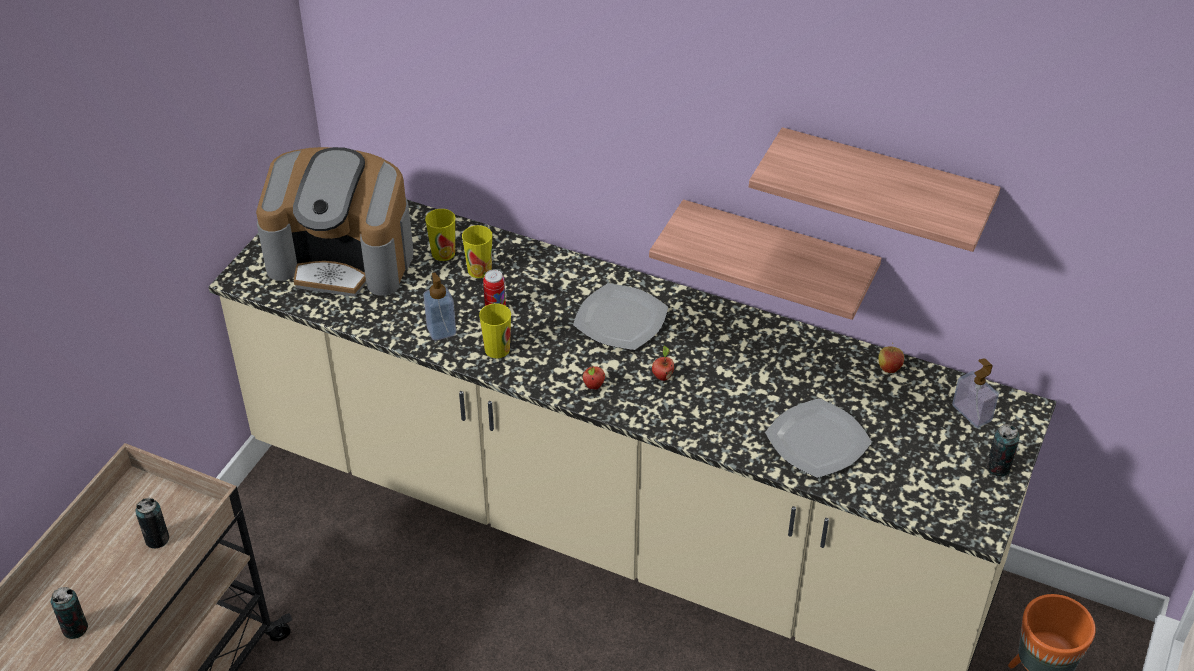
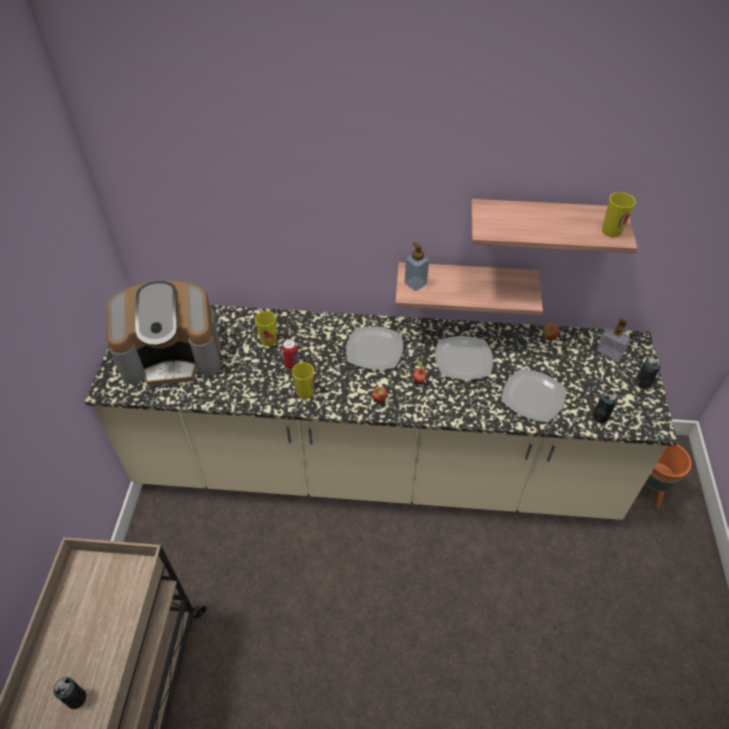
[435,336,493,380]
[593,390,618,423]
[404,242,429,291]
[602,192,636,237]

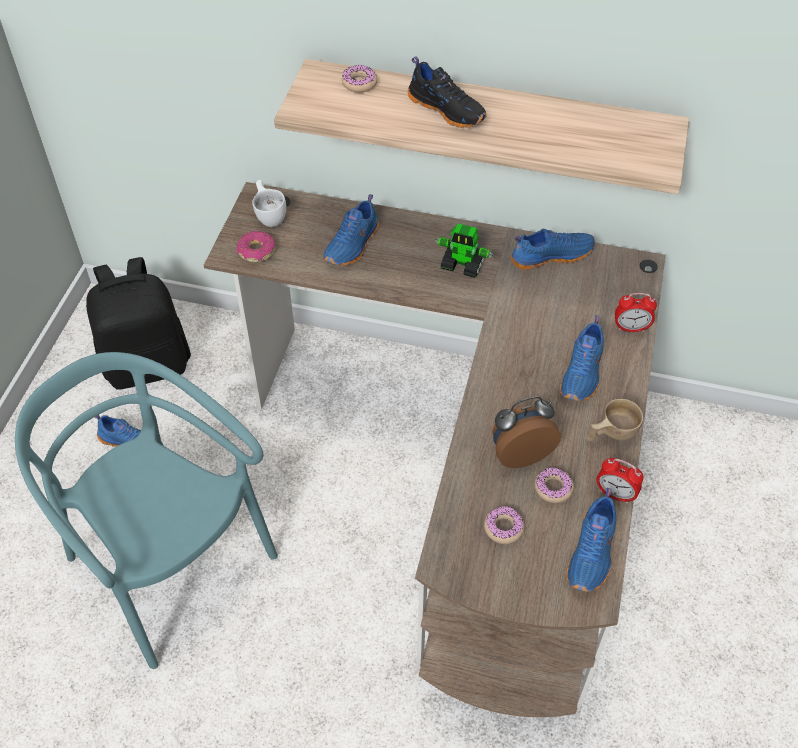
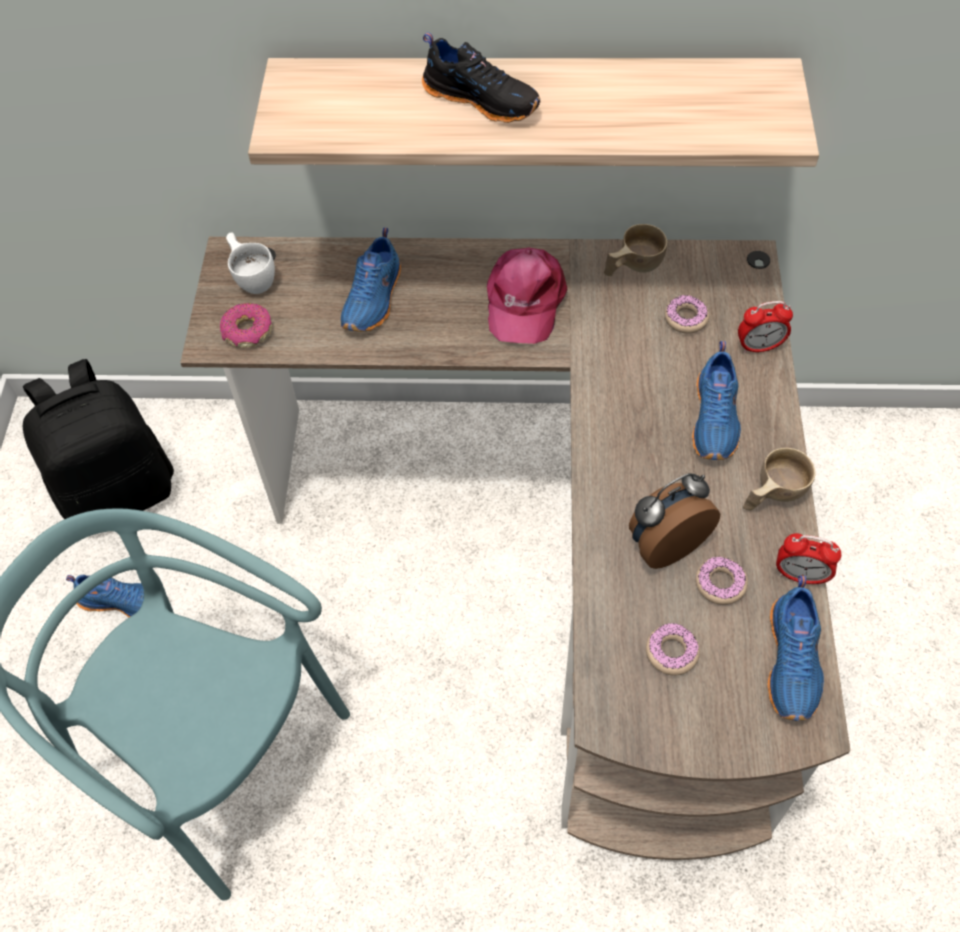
[665,295,710,334]
[487,247,568,344]
[604,224,667,276]

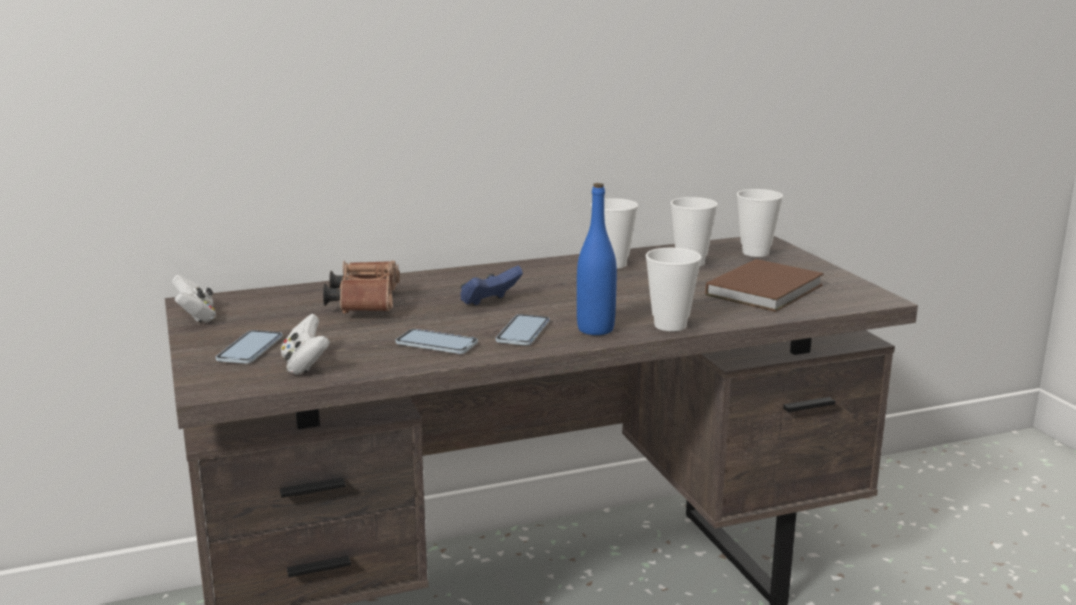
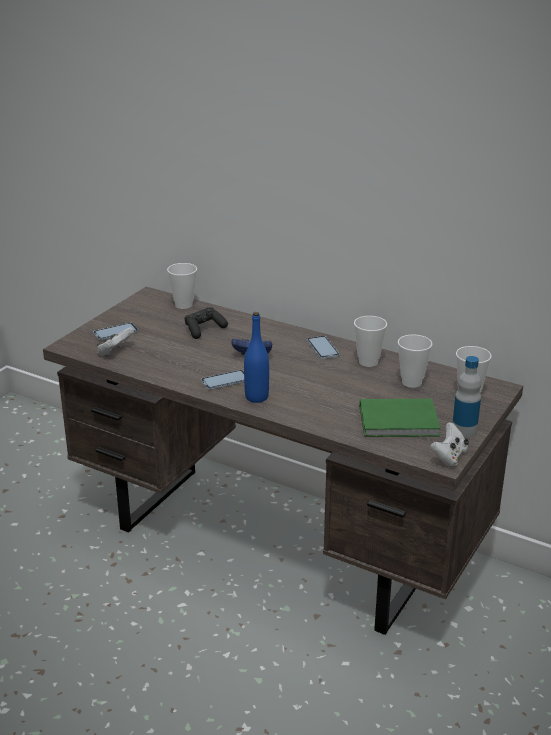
[453,356,482,438]
[430,422,469,466]
[307,336,340,359]
[167,263,197,309]
[185,307,228,339]
[360,399,441,437]

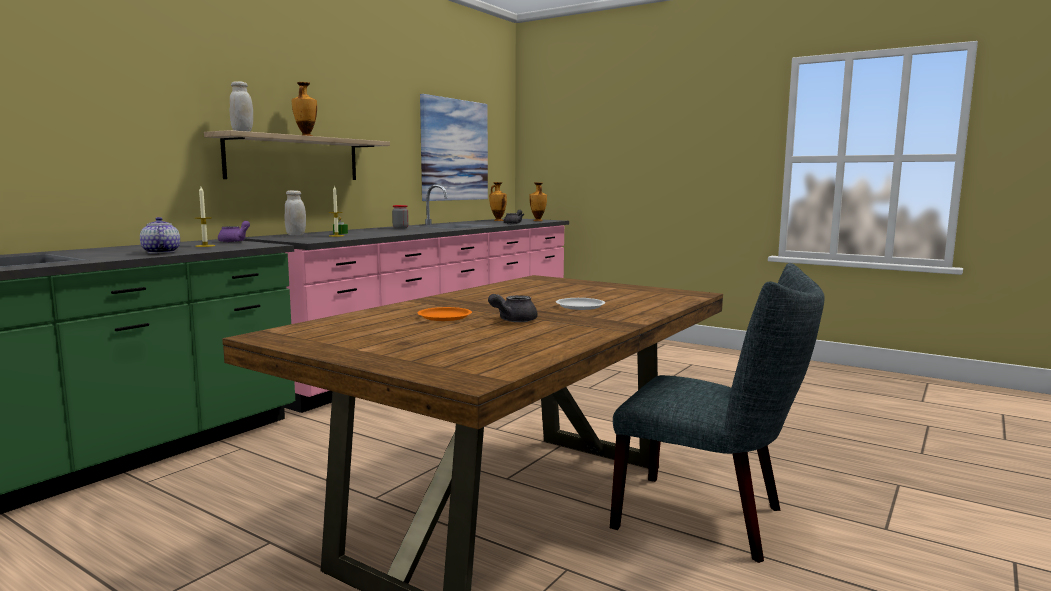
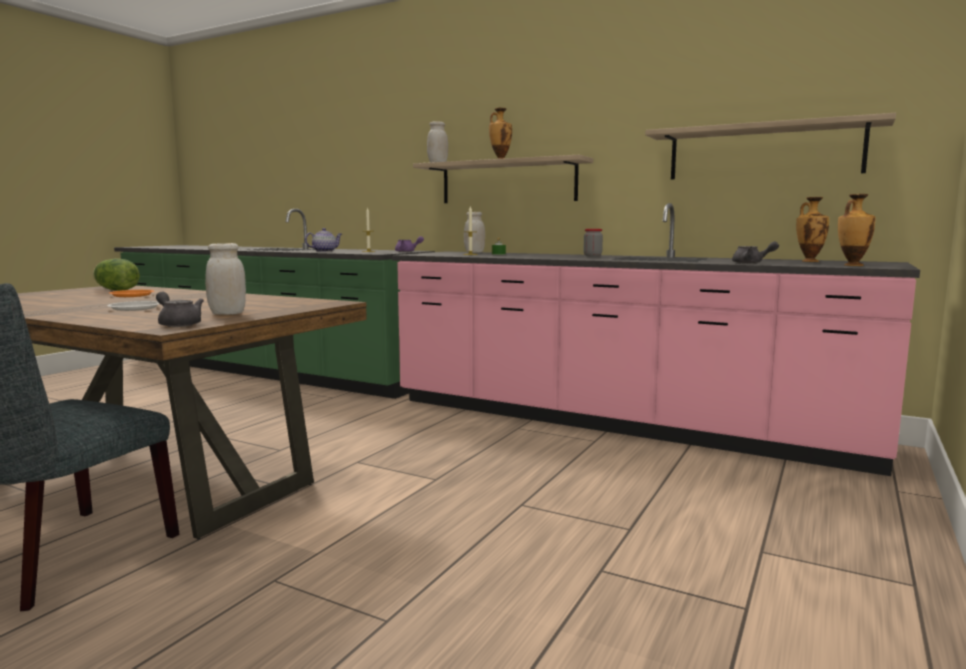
[93,258,140,291]
[205,243,246,315]
[156,291,204,327]
[645,113,896,180]

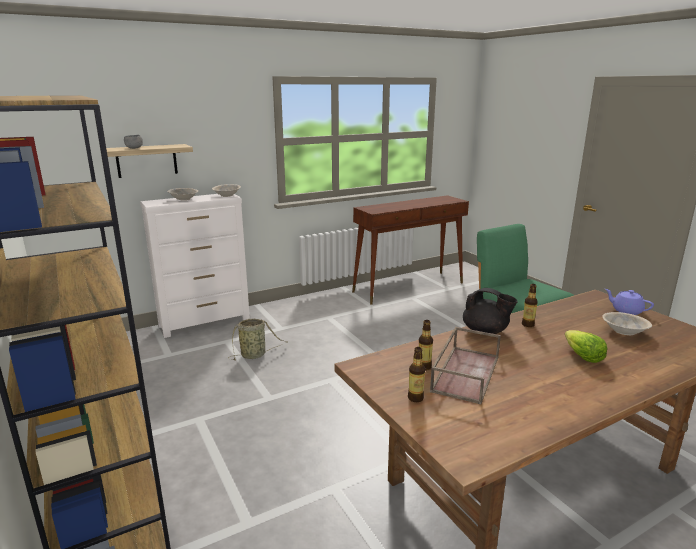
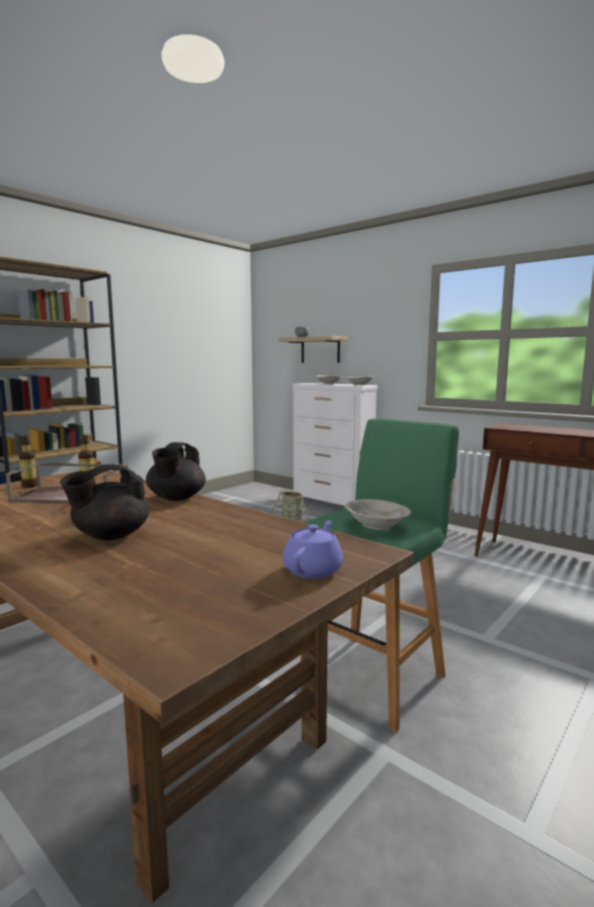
[522,284,538,327] (first image)
[345,499,411,530]
[60,465,149,540]

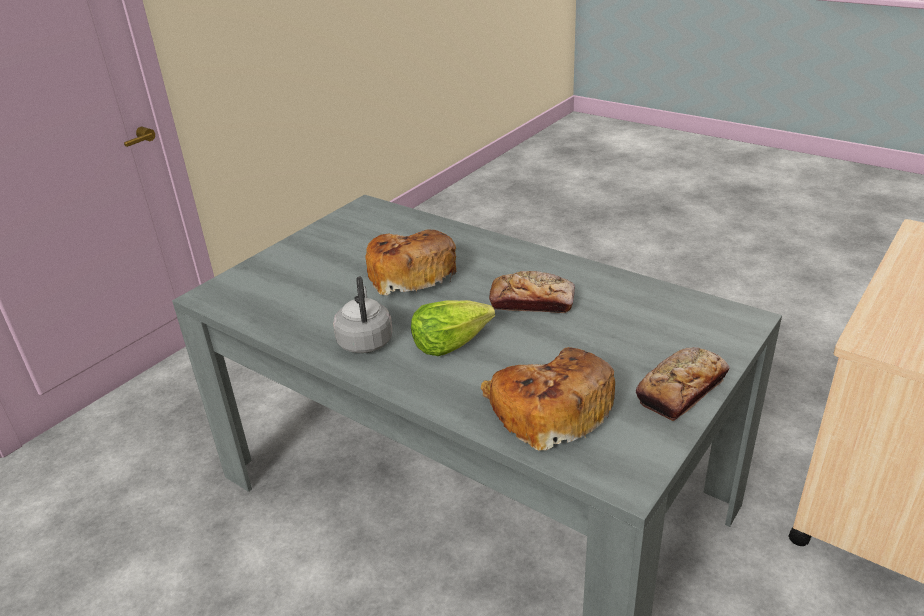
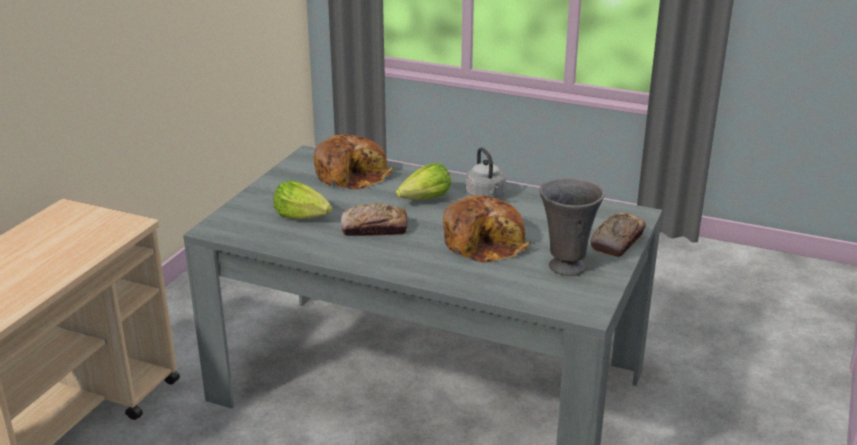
[274,180,332,219]
[540,178,605,276]
[590,212,646,257]

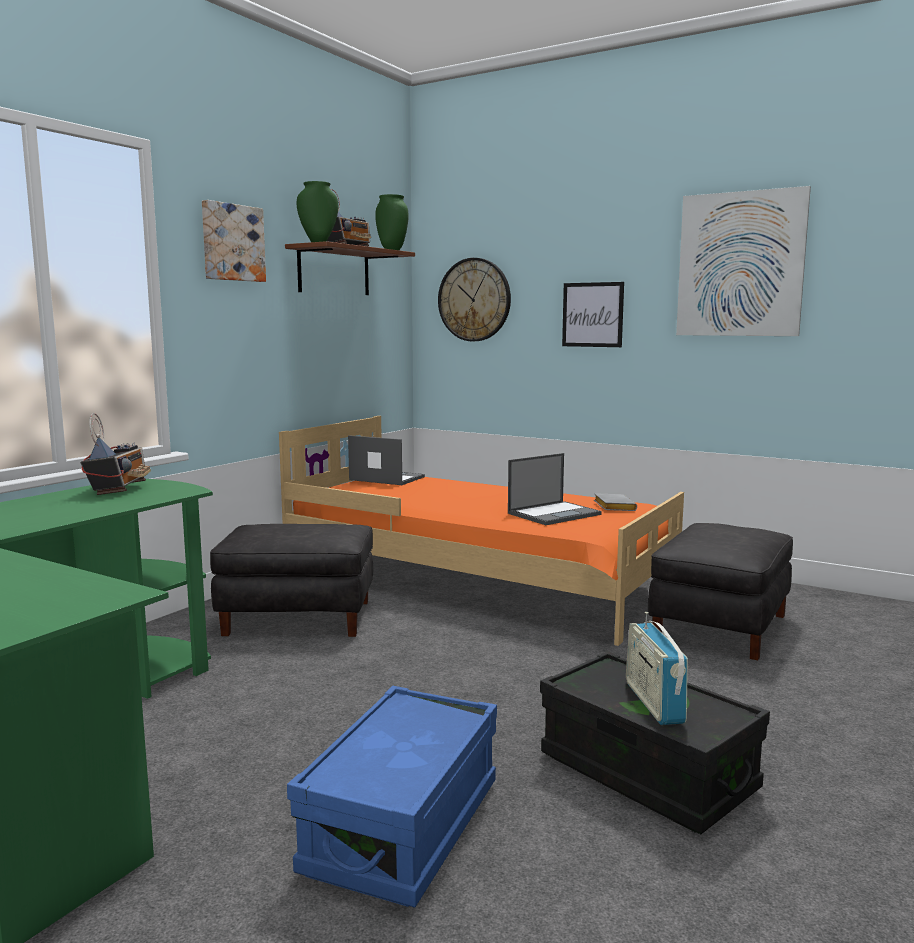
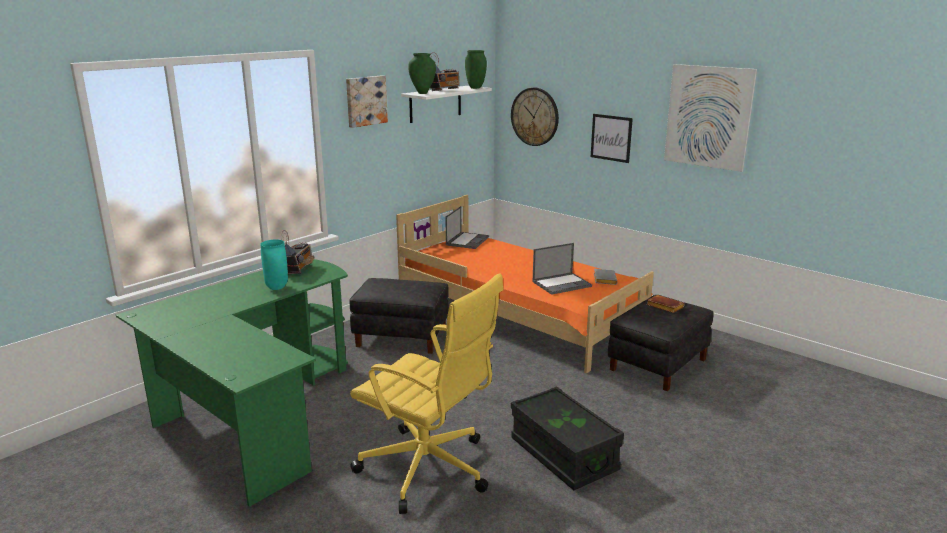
[626,612,688,725] (first image)
[260,240,288,290]
[646,295,685,313]
[350,273,504,514]
[401,86,492,123]
[445,206,489,249]

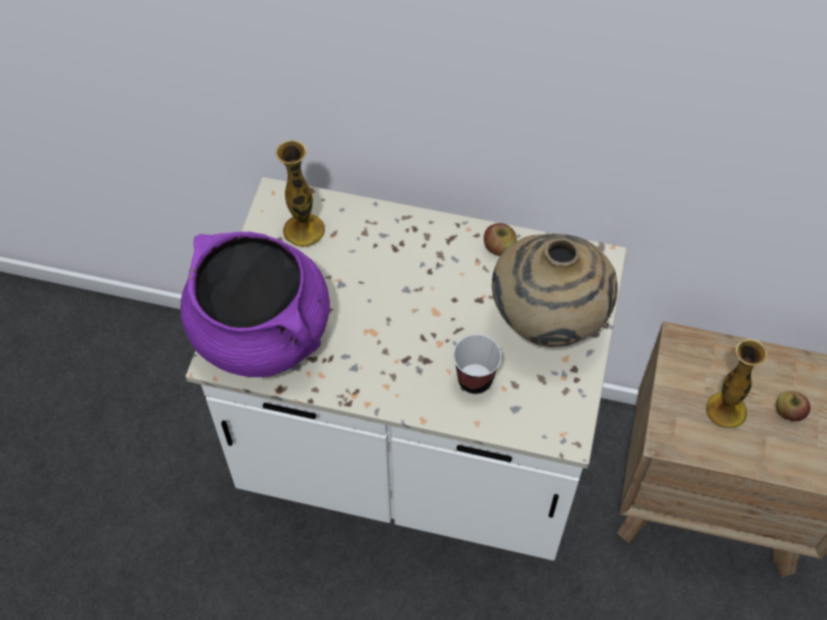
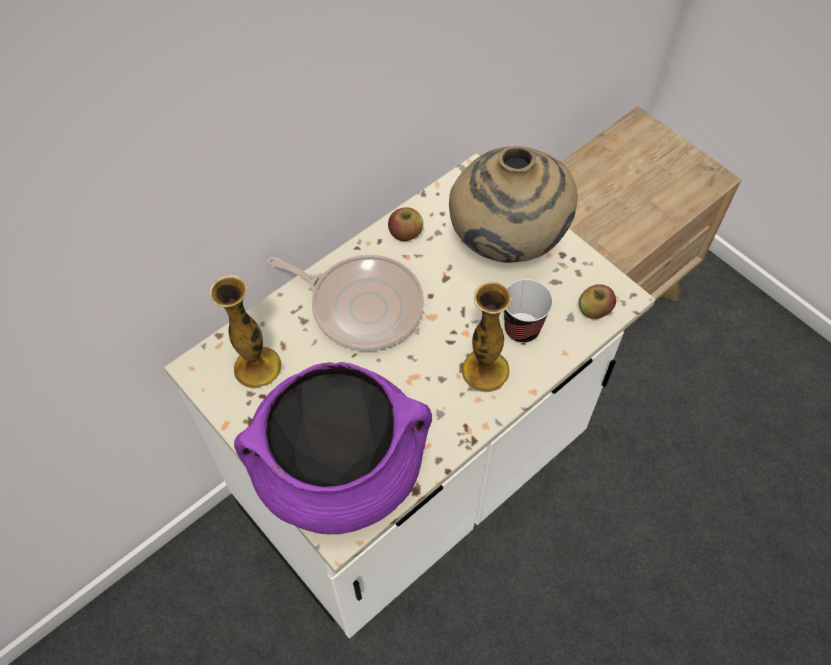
[267,254,424,351]
[461,282,511,392]
[579,284,616,319]

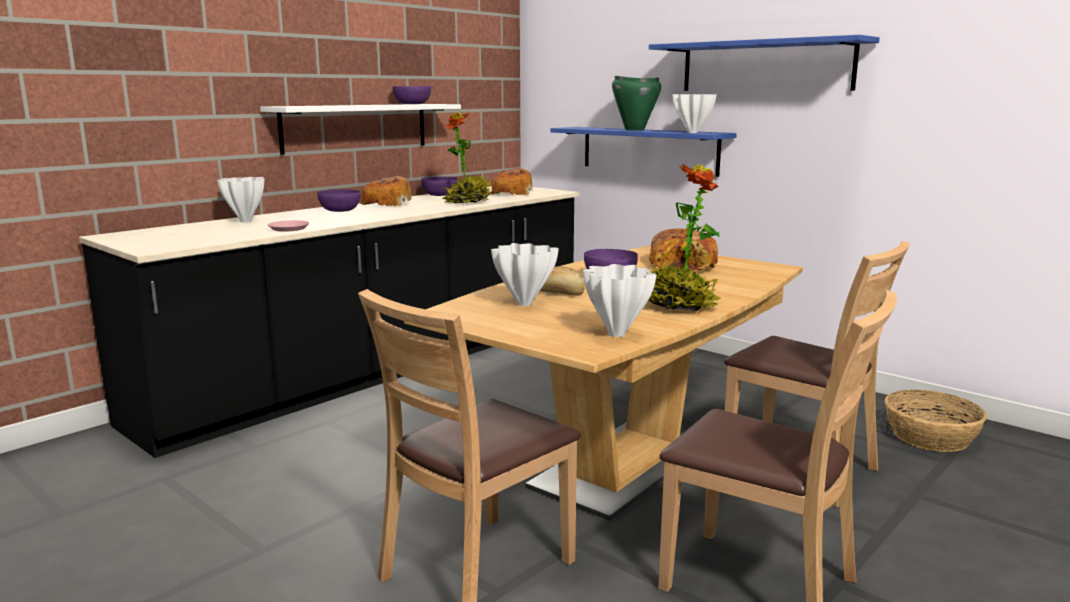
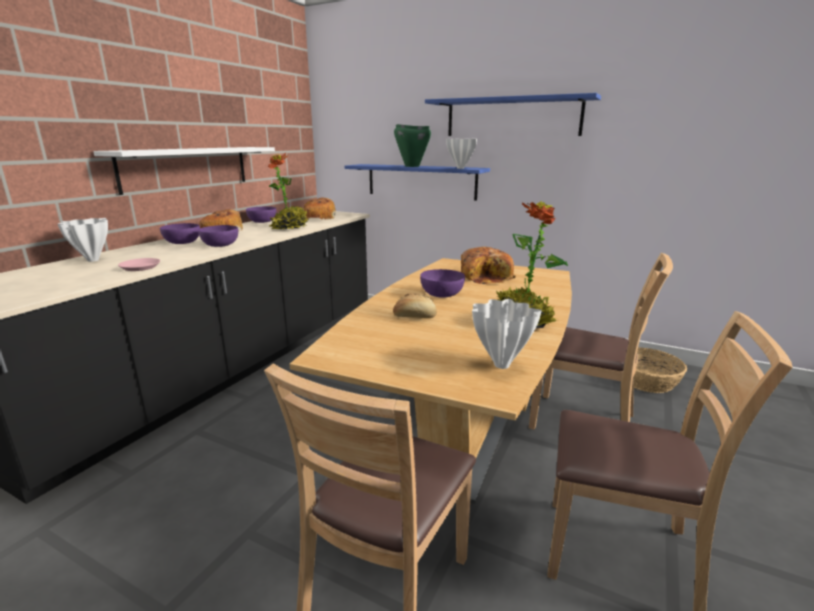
[491,243,559,306] (first image)
[198,225,238,247]

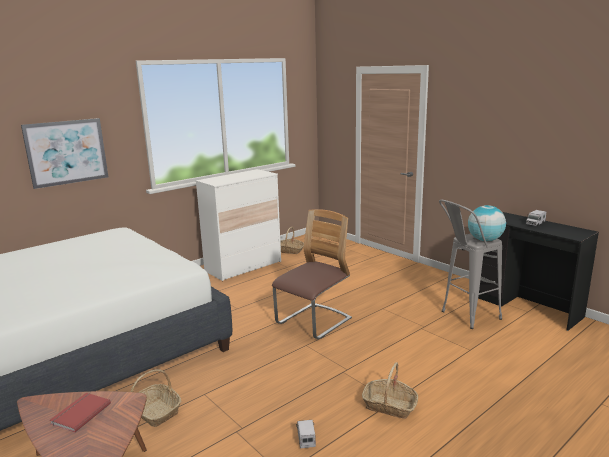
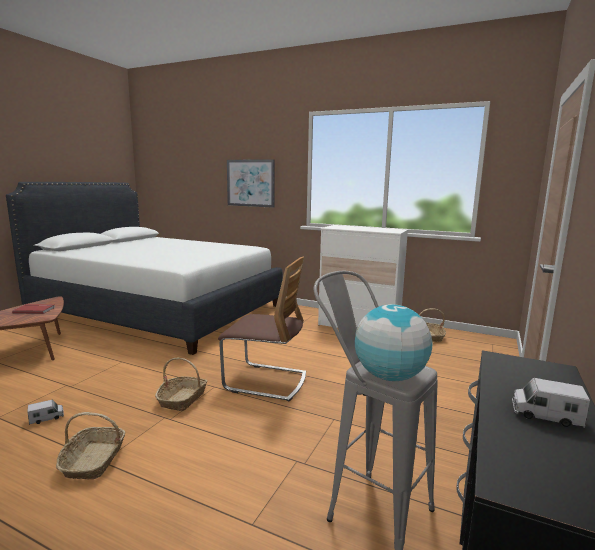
[155,358,208,411]

